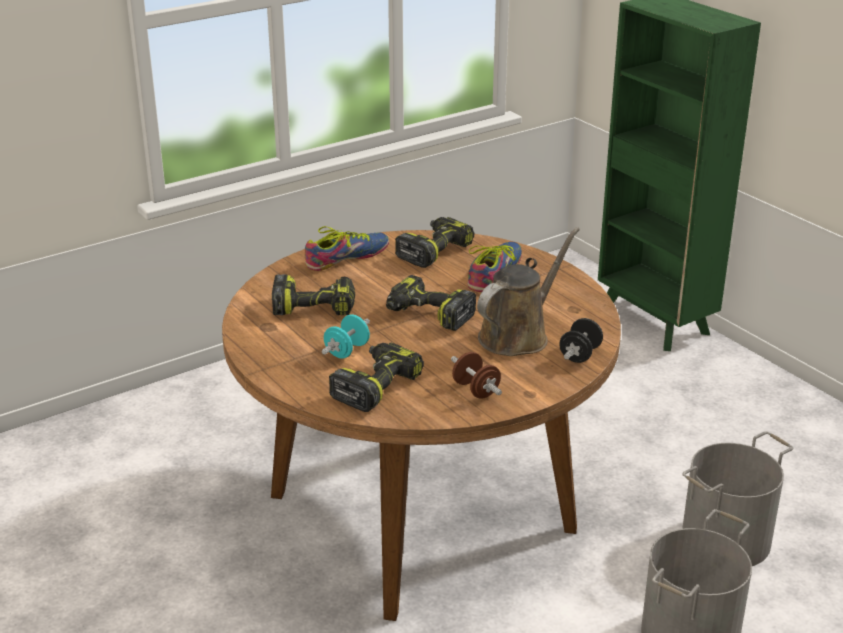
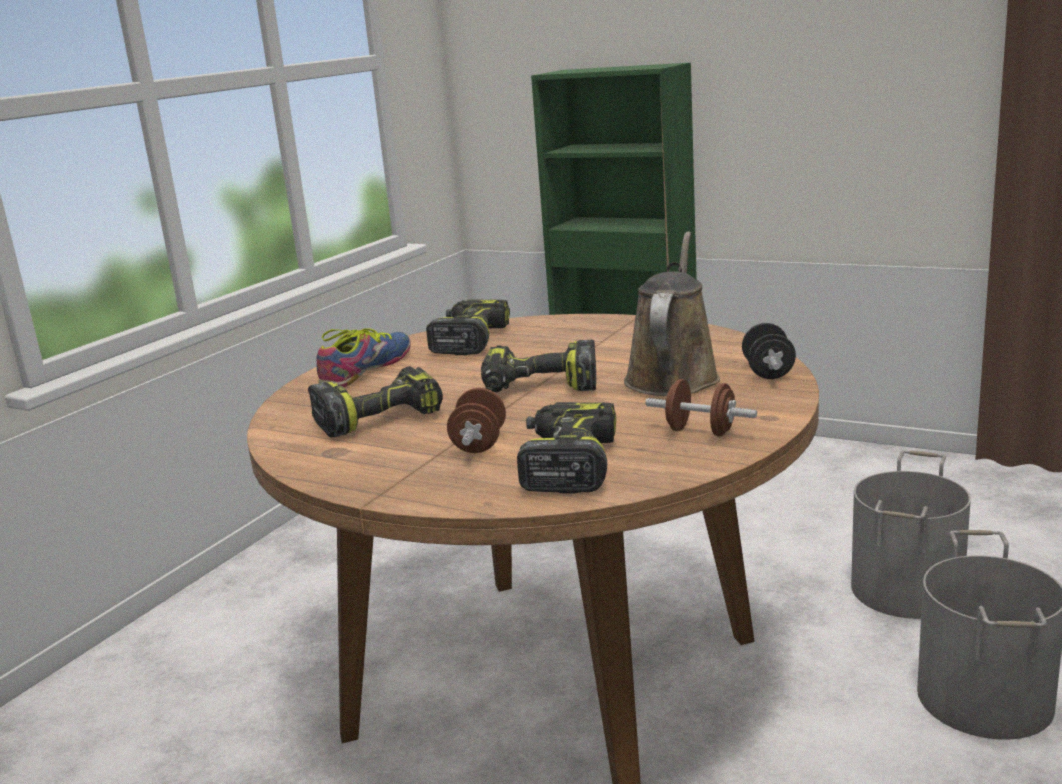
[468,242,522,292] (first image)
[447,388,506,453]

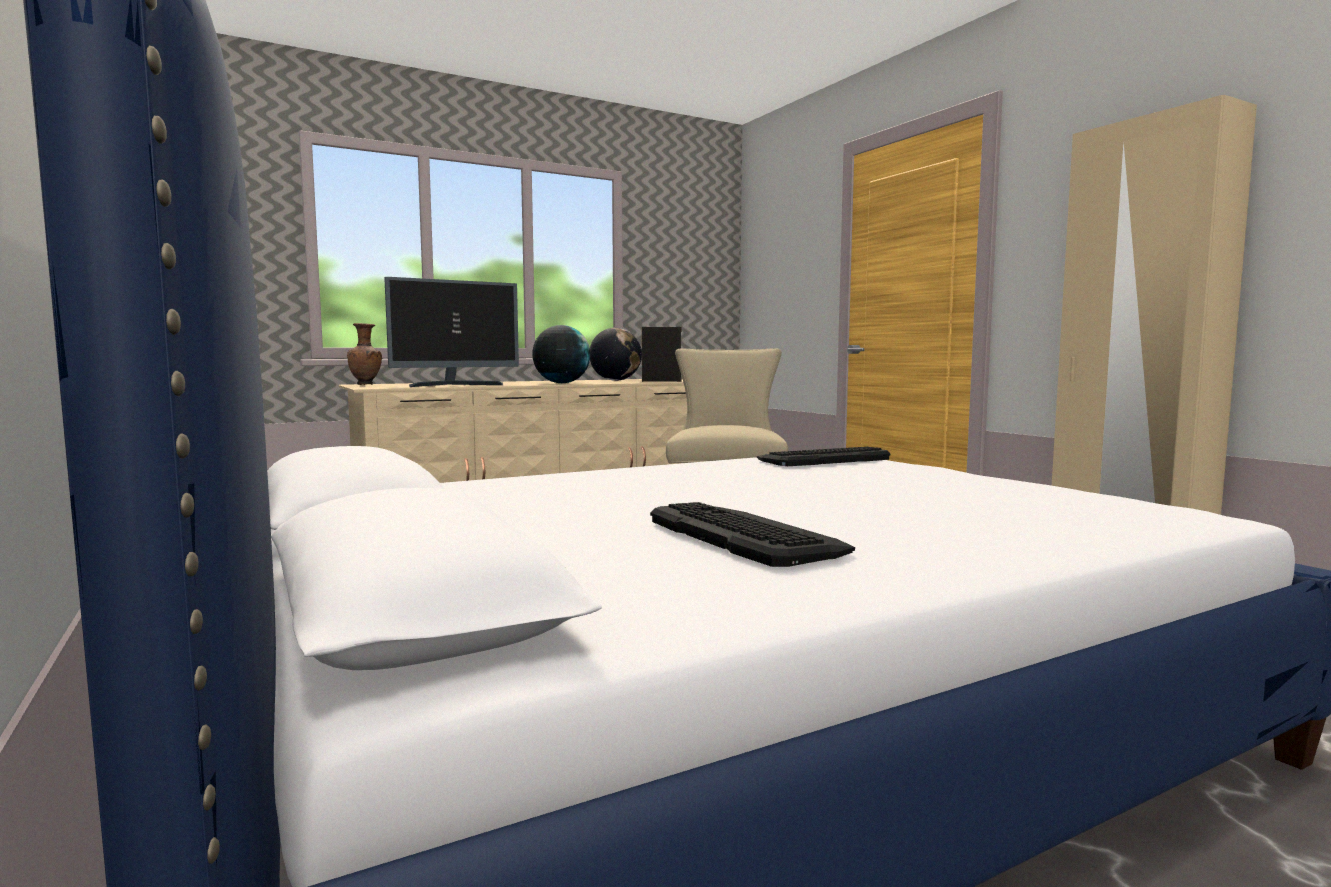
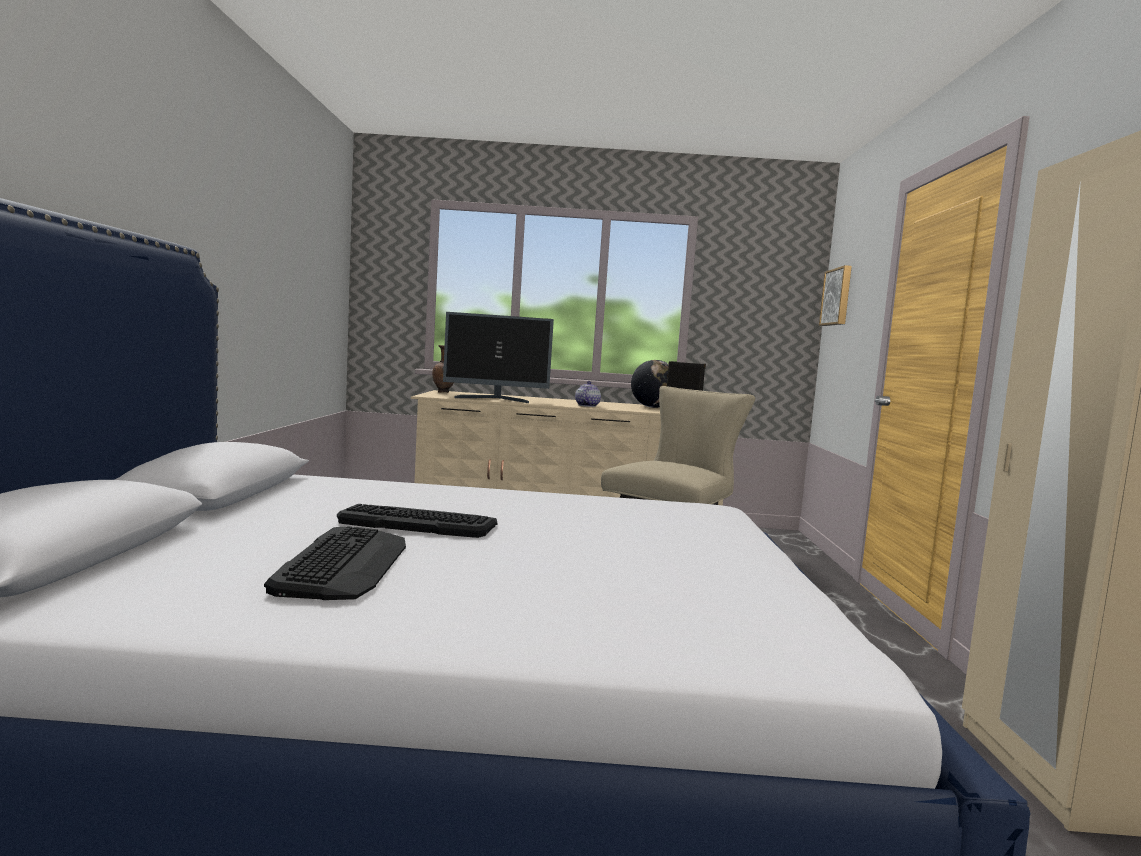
[819,265,852,326]
[337,504,497,538]
[575,381,601,407]

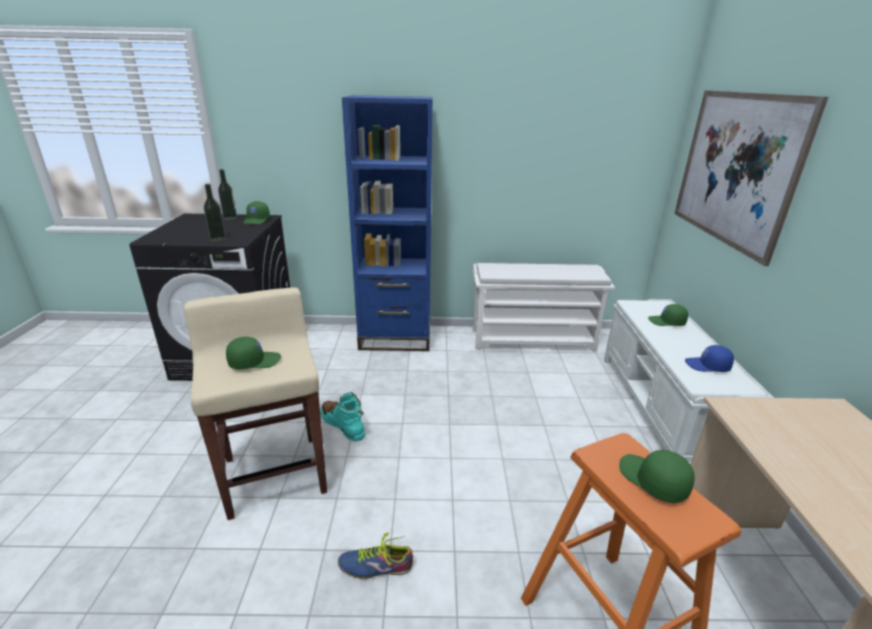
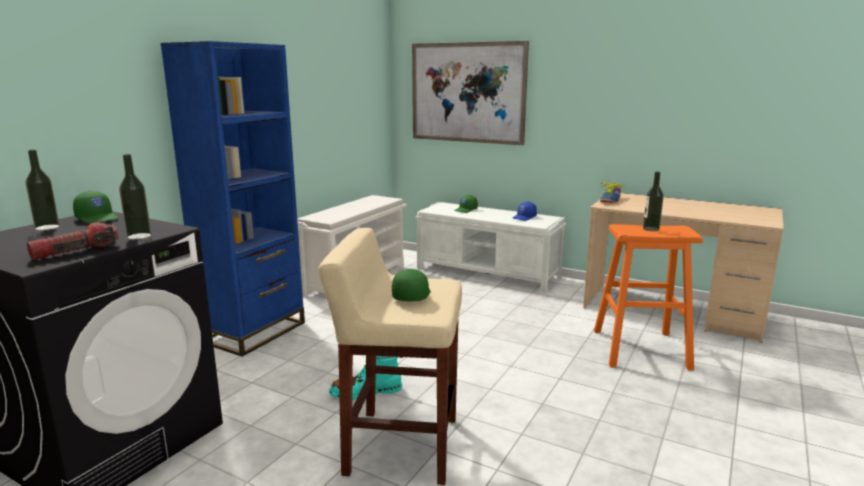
[27,222,119,260]
[600,182,623,203]
[643,172,664,231]

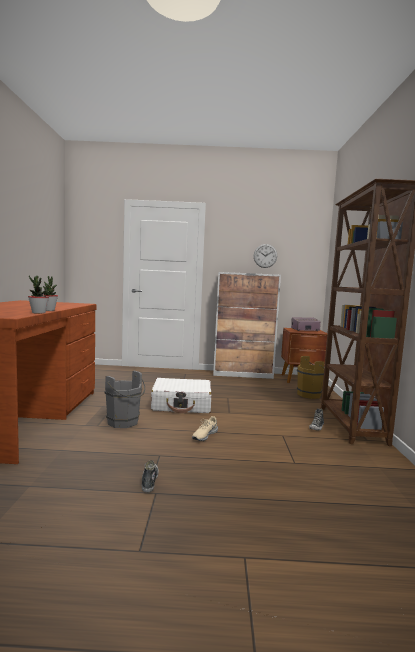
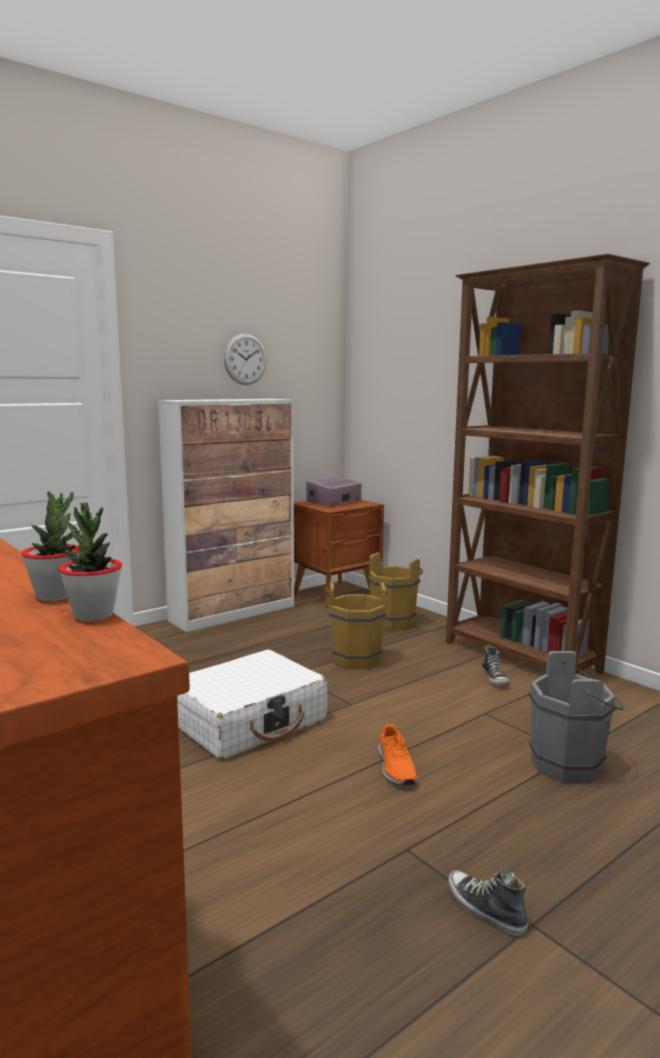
[326,582,388,669]
[529,651,624,783]
[378,724,418,786]

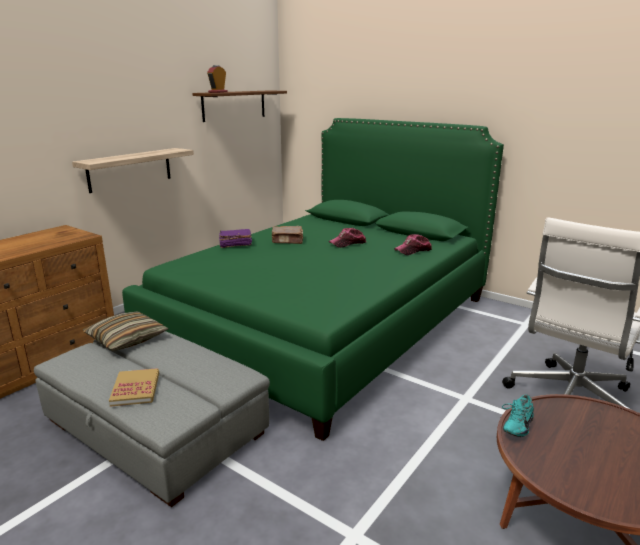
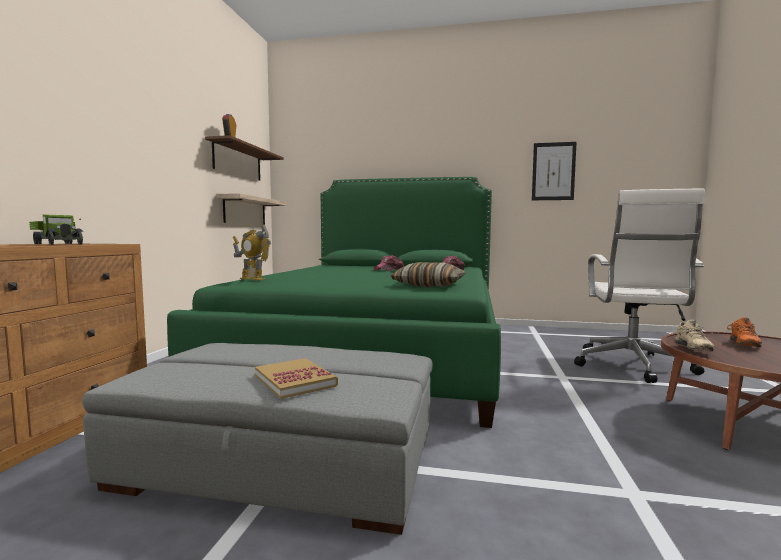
[219,229,252,248] (first image)
[272,226,303,244] (first image)
[29,214,83,245]
[233,225,271,280]
[532,142,577,200]
[727,317,762,347]
[216,193,287,225]
[390,262,466,287]
[675,320,714,351]

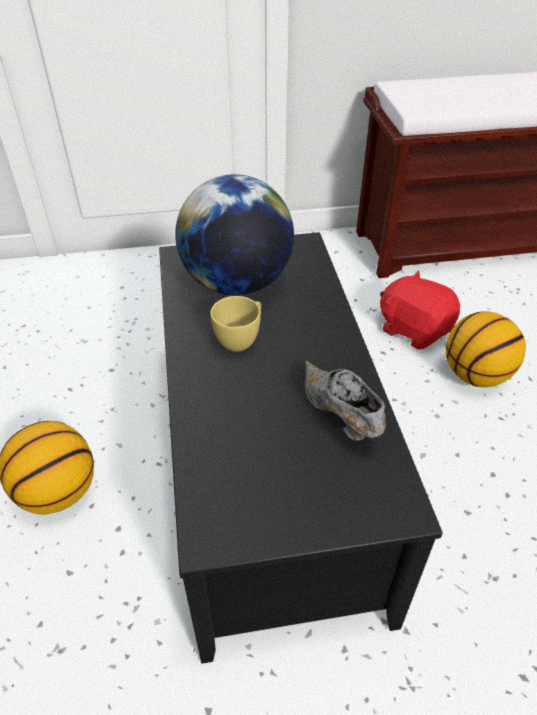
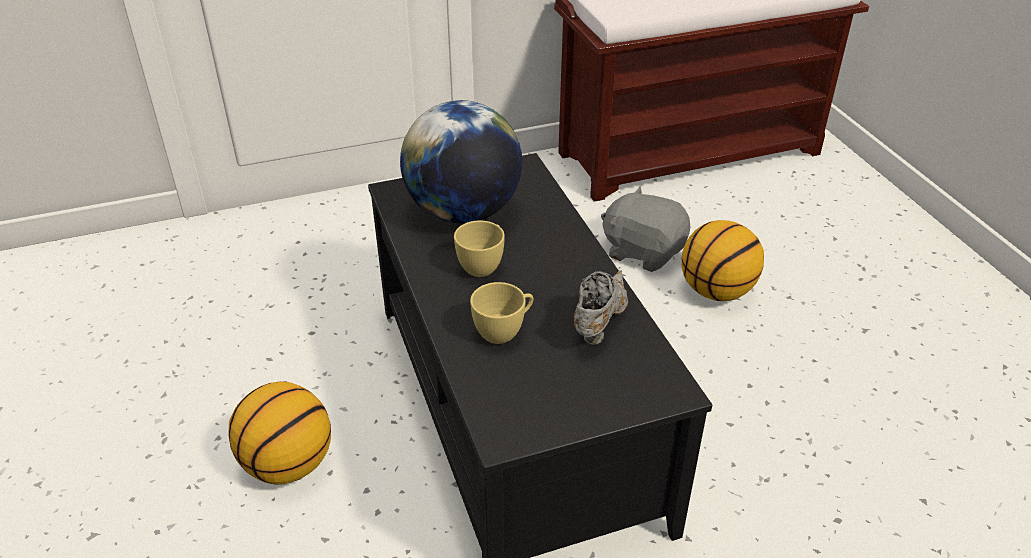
[470,282,533,344]
[601,186,690,272]
[574,270,628,345]

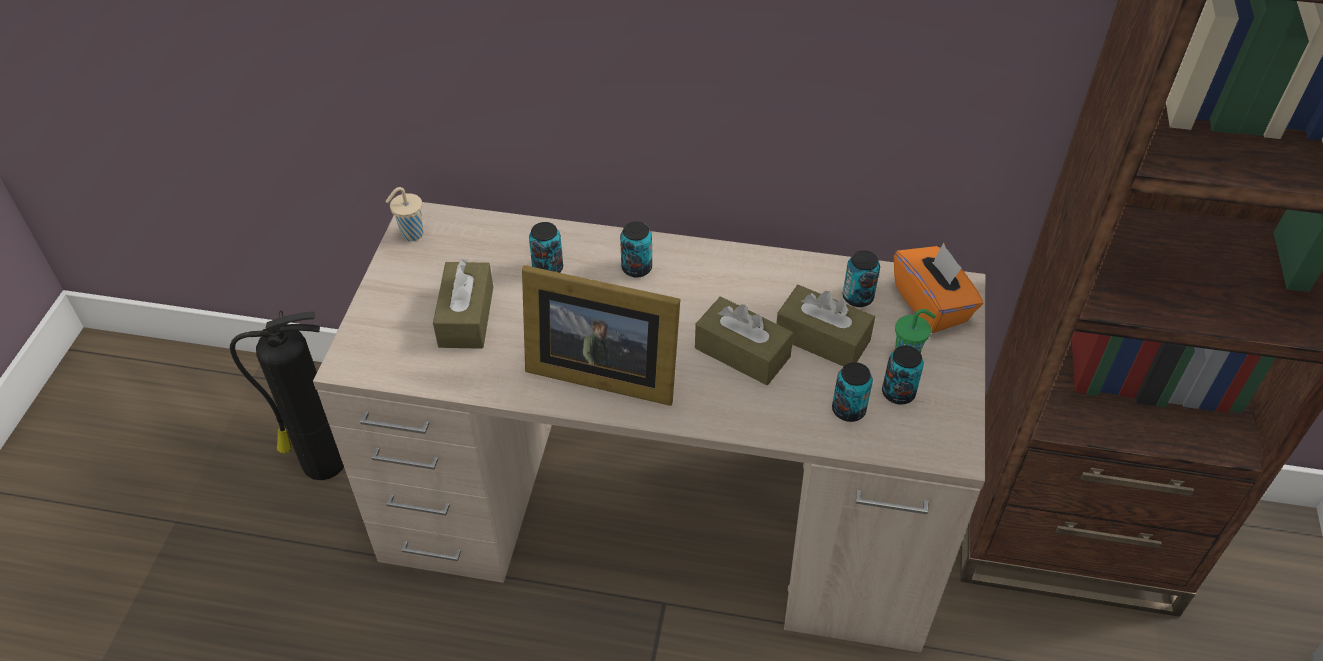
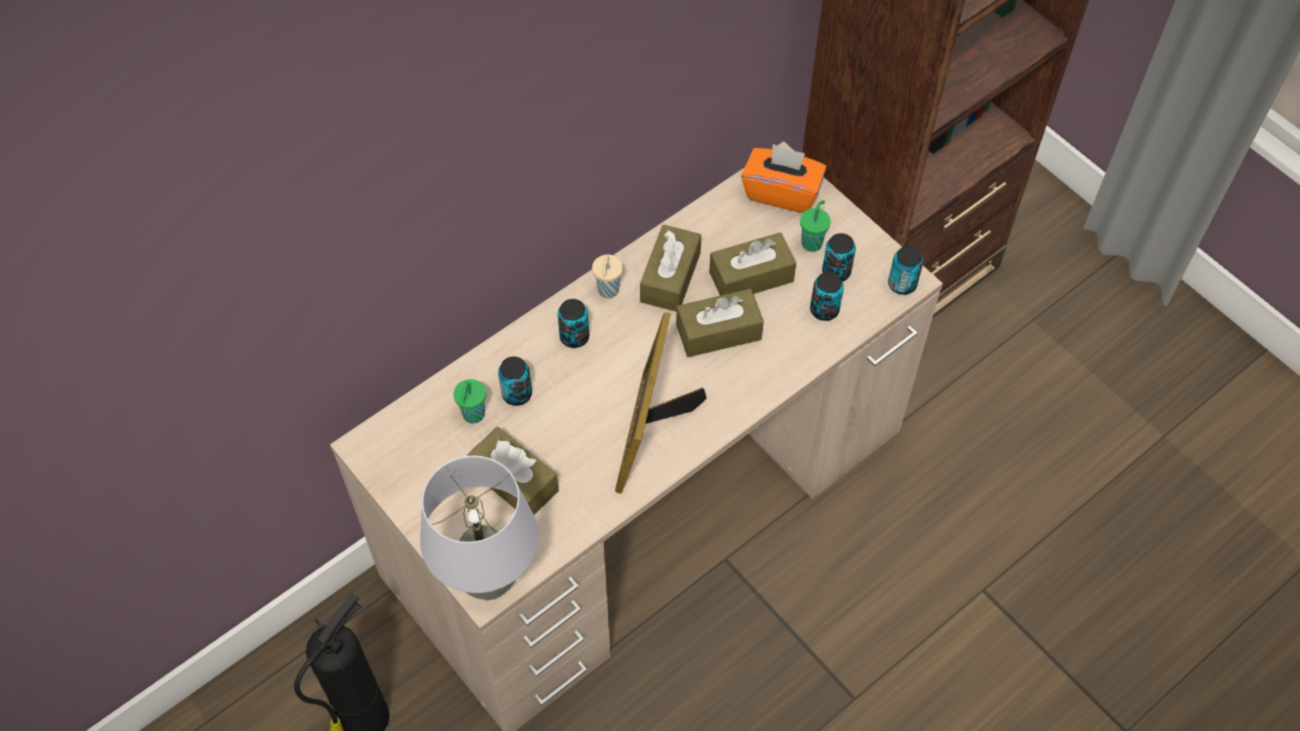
[420,456,539,600]
[453,379,486,423]
[640,225,701,312]
[592,255,623,298]
[888,246,923,295]
[615,312,707,494]

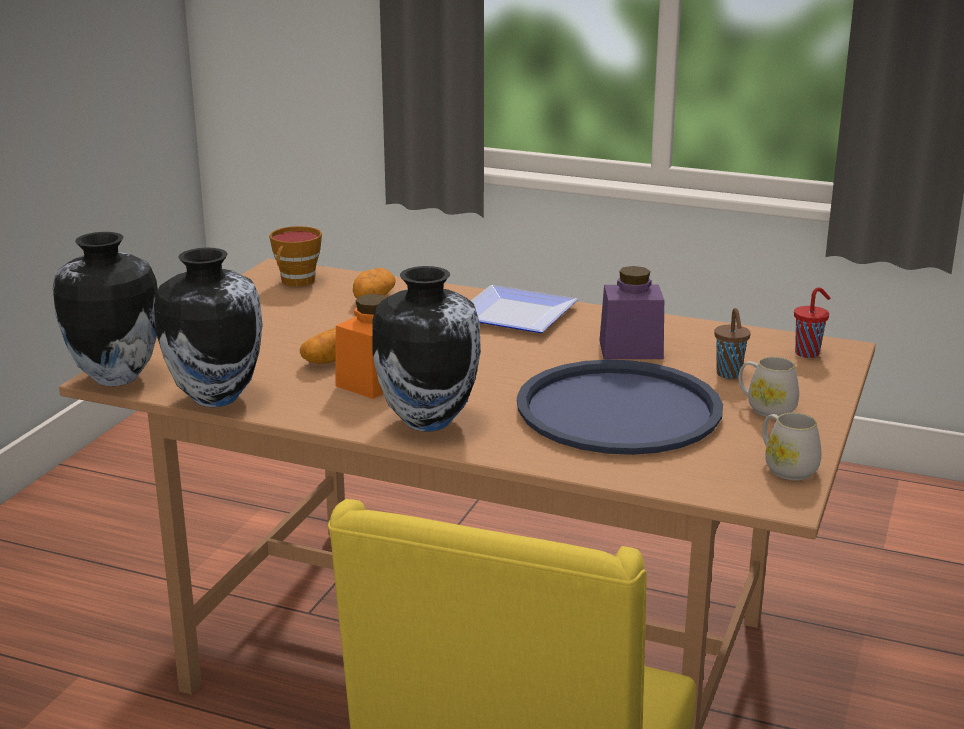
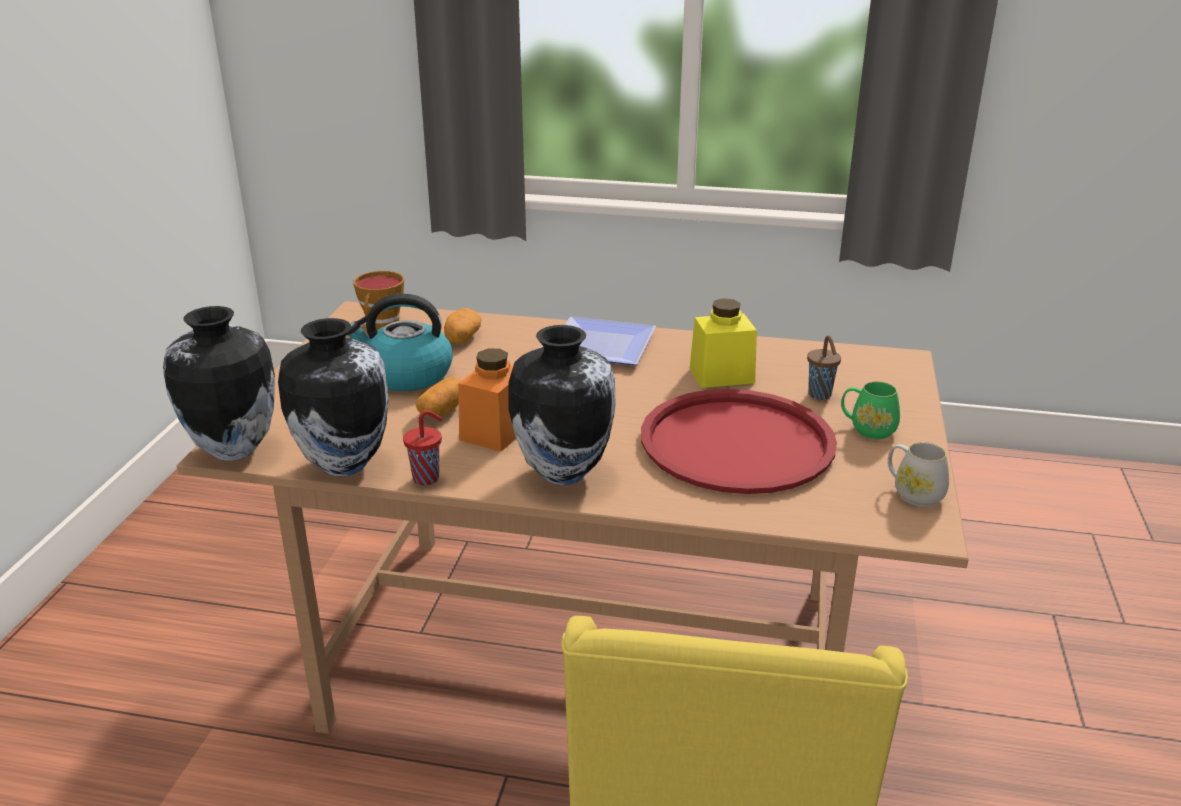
[347,294,453,391]
[403,410,442,485]
[641,389,837,494]
[690,298,757,388]
[841,381,900,439]

